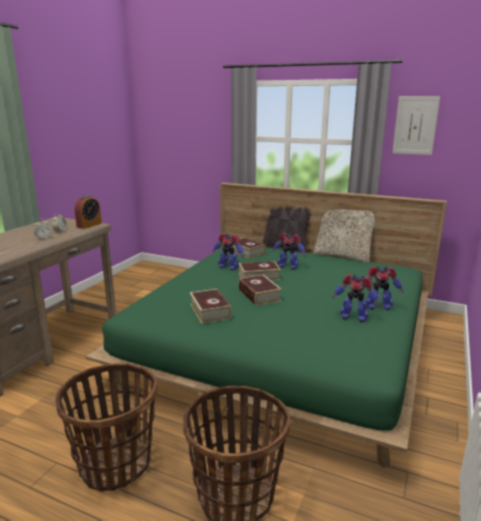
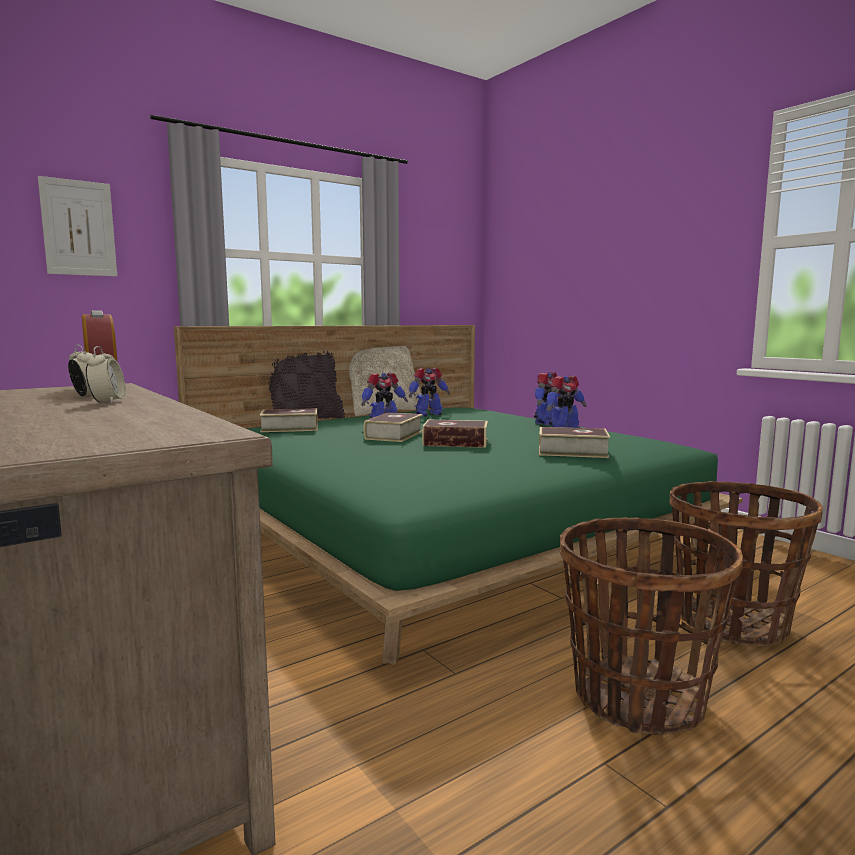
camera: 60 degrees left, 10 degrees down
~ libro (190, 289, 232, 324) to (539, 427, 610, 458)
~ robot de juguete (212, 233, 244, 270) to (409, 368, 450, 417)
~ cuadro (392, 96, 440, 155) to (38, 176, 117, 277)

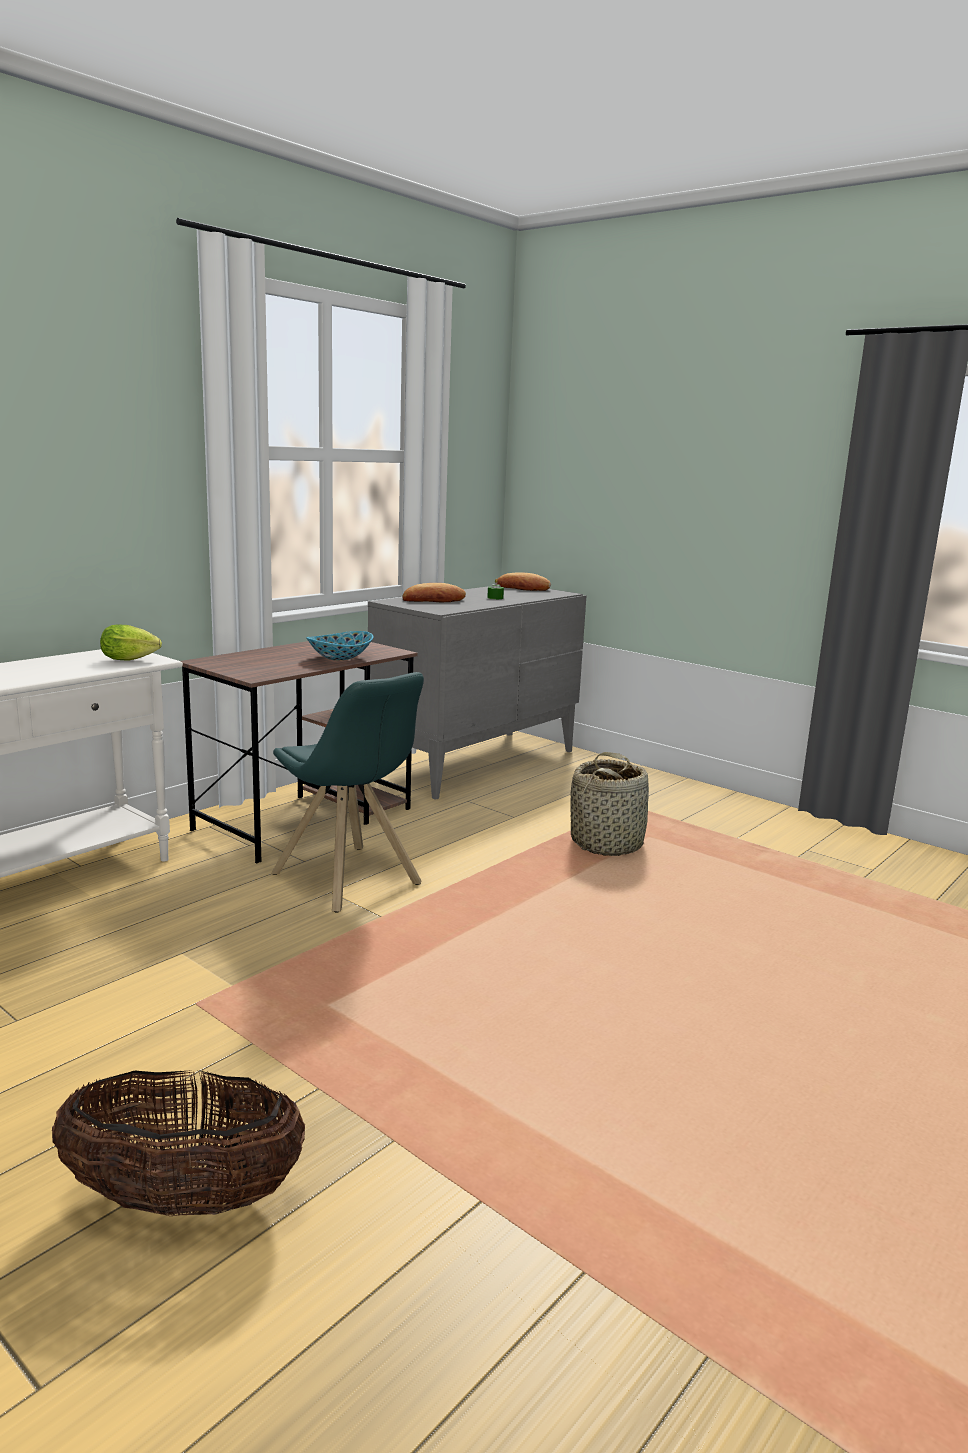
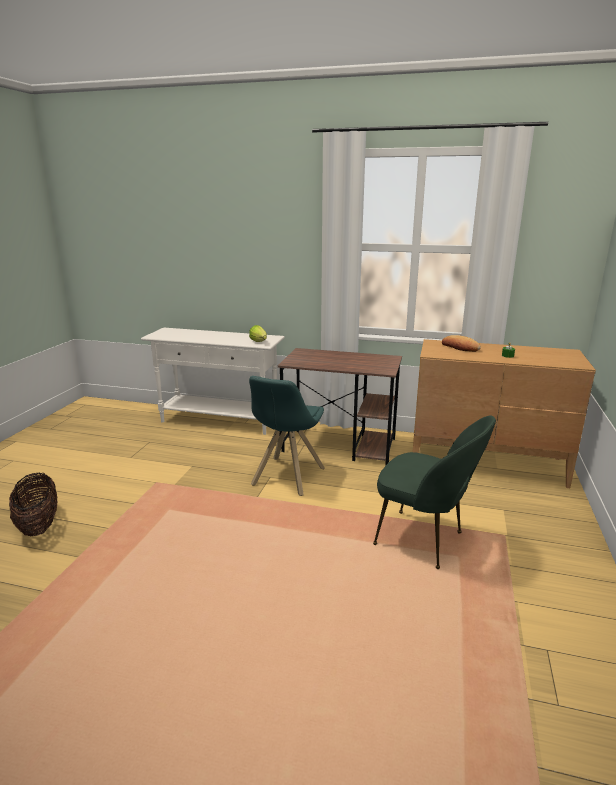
camera: 65 degrees right, 5 degrees up
- cuenco (306, 631, 374, 660)
~ armario/gris (368, 586, 587, 800) to armario/marrón (413, 339, 596, 488)
- pan (497, 572, 551, 591)
~ cesta (570, 752, 649, 856) to silla/verde (373, 415, 496, 569)

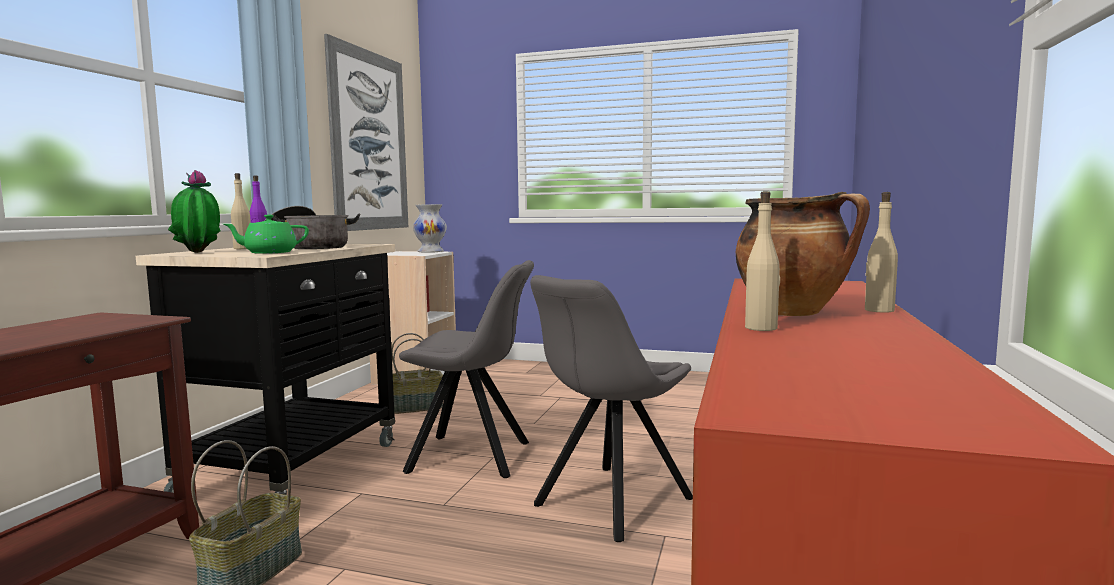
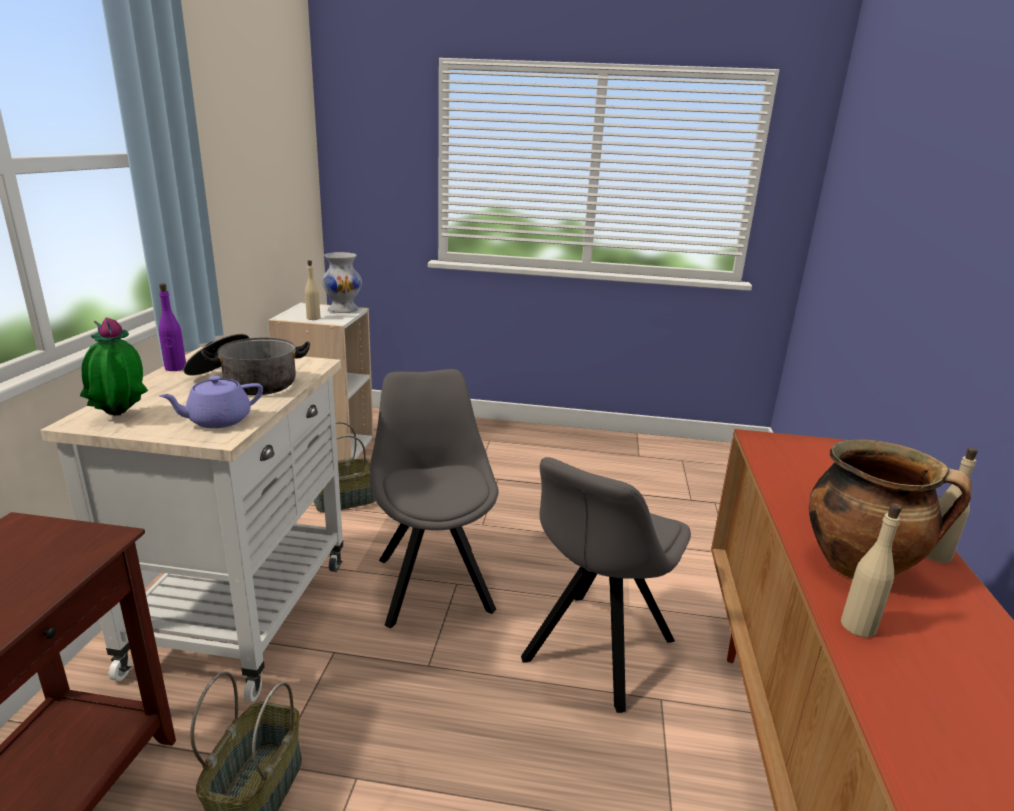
camera: 10 degrees left, 15 degrees up
~ carrito/negro (136, 244, 395, 495) to carrito/blanco (40, 347, 343, 702)
~ tetera/verde (224, 215, 309, 254) to tetera/morado (159, 376, 263, 428)
~ botella/beis (231, 173, 251, 249) to (305, 260, 321, 320)
- cuadro (324, 34, 408, 231)
~ silla/gris (399, 260, 534, 478) = (370, 369, 499, 628) 105 degrees counterclockwise

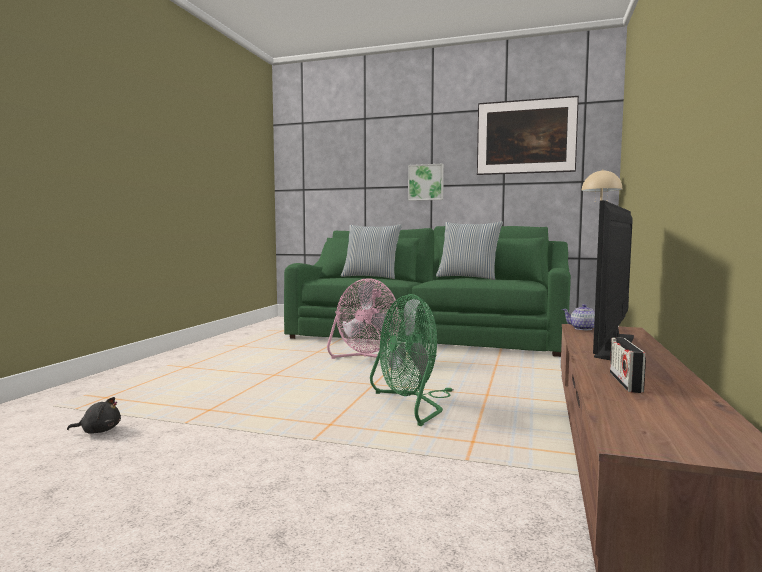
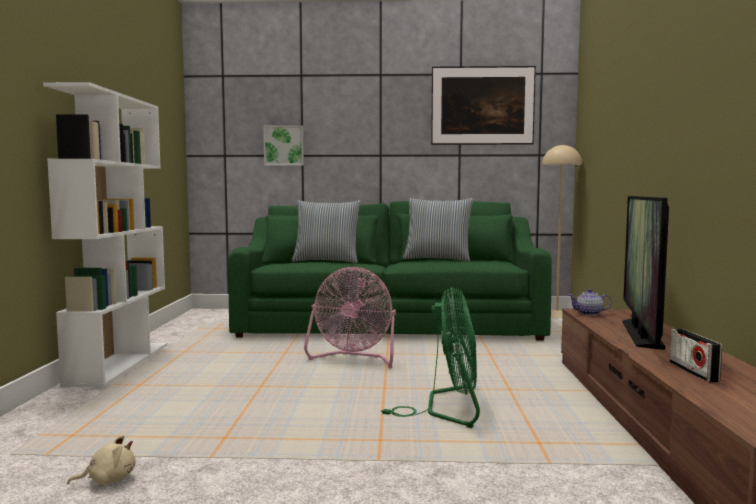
camera: 15 degrees left, 0 degrees up
~ peluche/negro (67, 397, 121, 434) to peluche/beis (67, 435, 135, 485)
~ ventilador/verde (370, 294, 454, 426) = (380, 287, 480, 428) 135 degrees counterclockwise
~ cuadro (408, 164, 444, 201) to (263, 125, 304, 166)
+ estantería/blanco (43, 82, 167, 387)

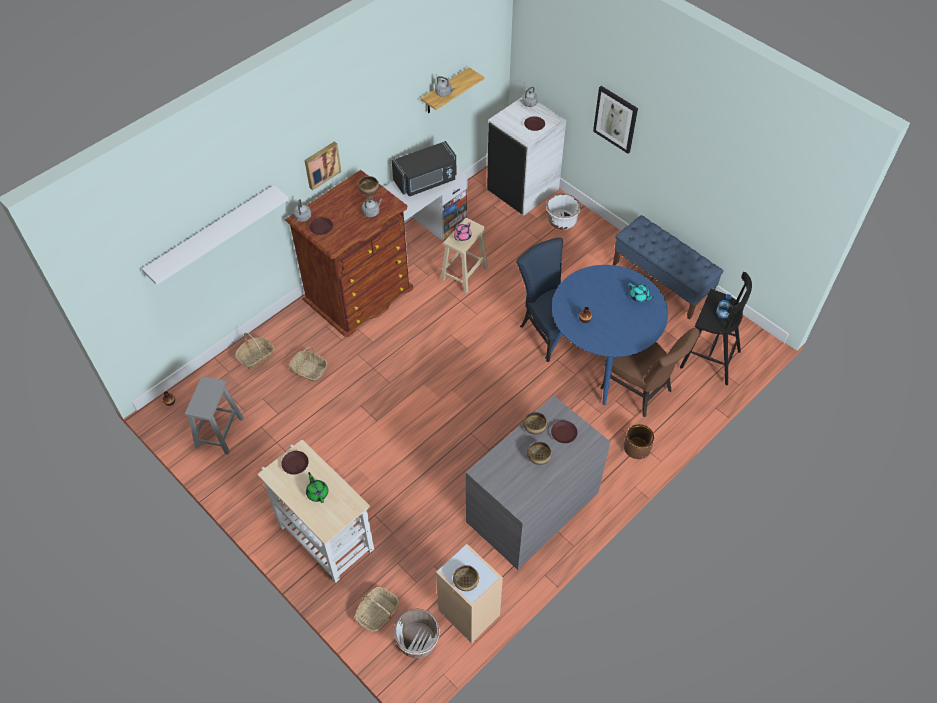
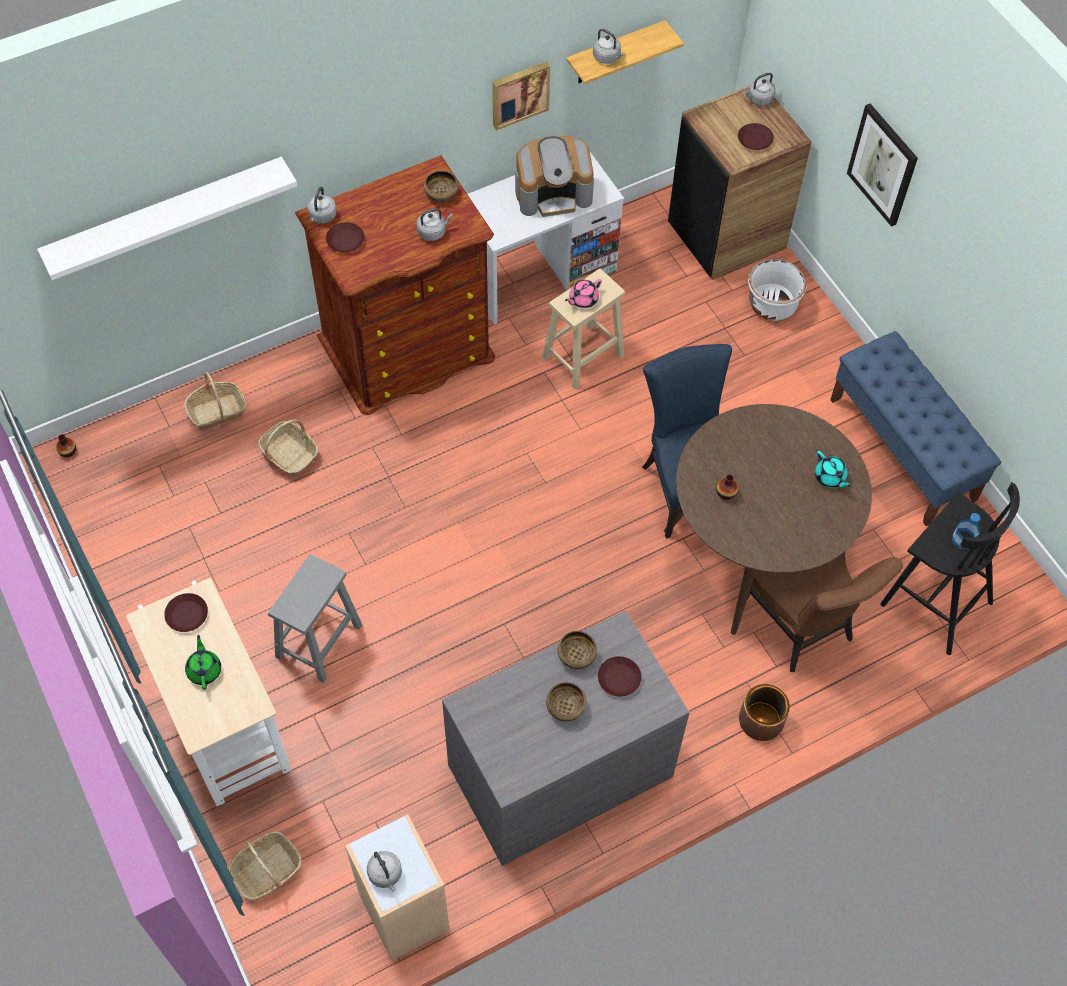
camera: 15 degrees right, 5 degrees up
~ taburete/gris (185, 376, 244, 454) to (268, 554, 362, 683)
~ cuadro (304, 141, 341, 190) to (492, 61, 550, 131)
~ microondas/negro (392, 141, 456, 197) to cafetera (515, 136, 594, 217)
- maceta/blanco (394, 608, 440, 659)
~ cuenco (453, 565, 479, 591) to hervidor/gris (367, 851, 402, 892)
~ armario/blanco (487, 97, 566, 216) to armario/marrón (668, 86, 812, 280)
~ mesa de comedor/azul (545, 265, 668, 405) to mesa de comedor/marrón (664, 404, 872, 635)

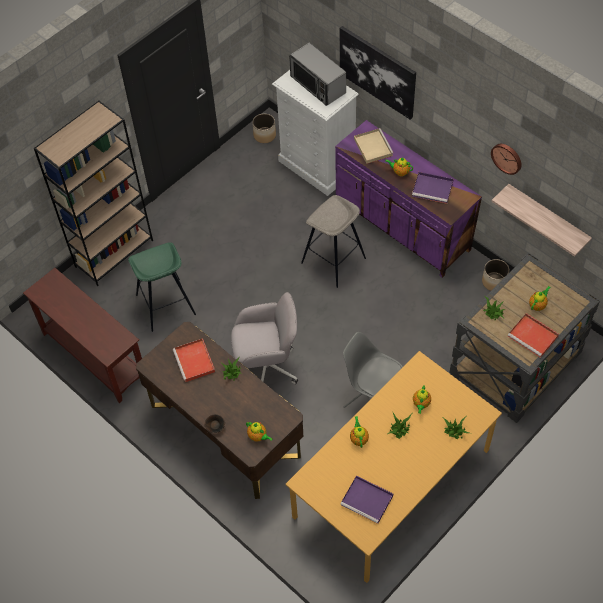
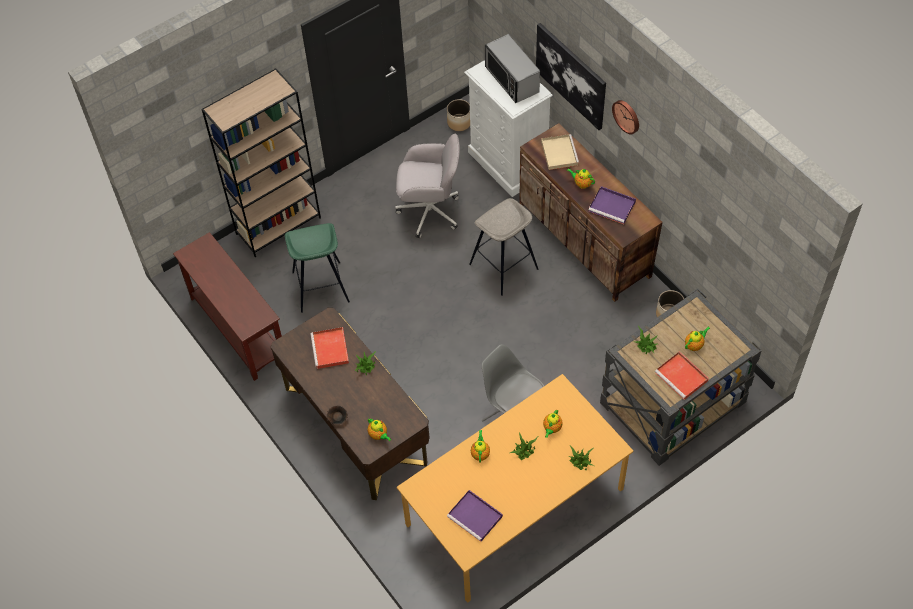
camera: 10 degrees right, 0 degrees up
~ silla de oficina/gris (231, 292, 298, 384) to (395, 134, 460, 238)
~ armario/morado (335, 120, 482, 278) to armario/marrón (519, 123, 663, 302)
~ reloj de pared (491, 144, 522, 175) to (612, 100, 639, 134)
- estante (491, 184, 592, 257)

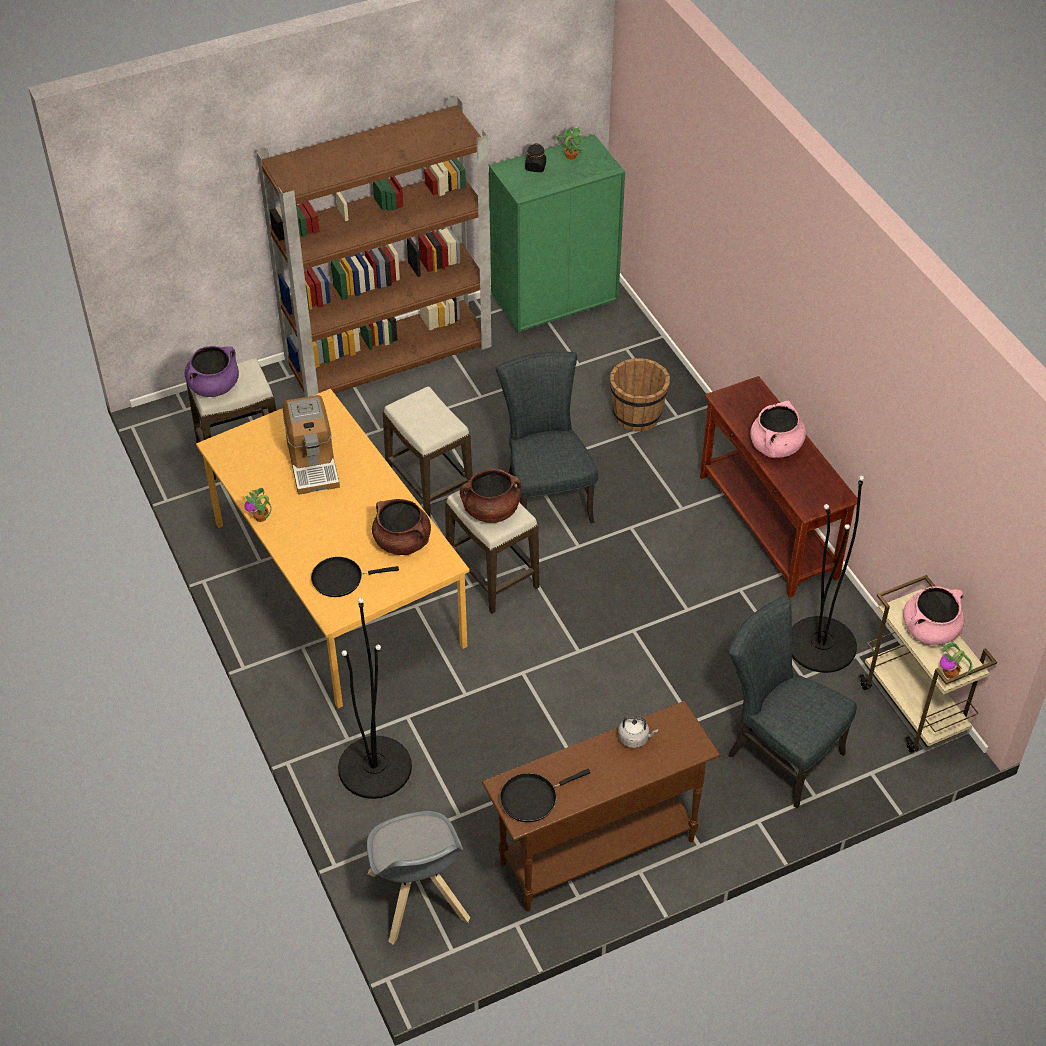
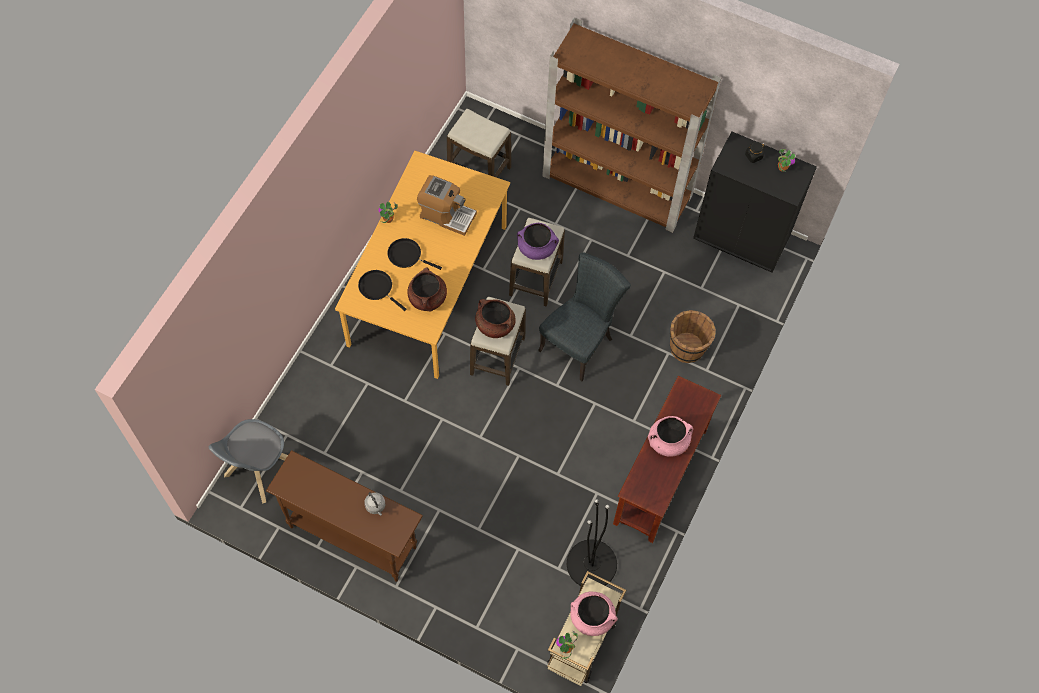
camera: 50 degrees right, 15 degrees up
~ olla/morado (185, 346, 239, 397) to (517, 223, 559, 260)
~ cafetera (283, 395, 340, 495) = (417, 175, 477, 236) 105 degrees counterclockwise
- lámpara de pie/negro (338, 598, 412, 799)
~ armario/verde (489, 134, 625, 332) to armario/negro (693, 131, 817, 272)
~ sartén/negro (500, 769, 591, 822) to (387, 238, 442, 270)
- silla/gris (728, 596, 857, 808)

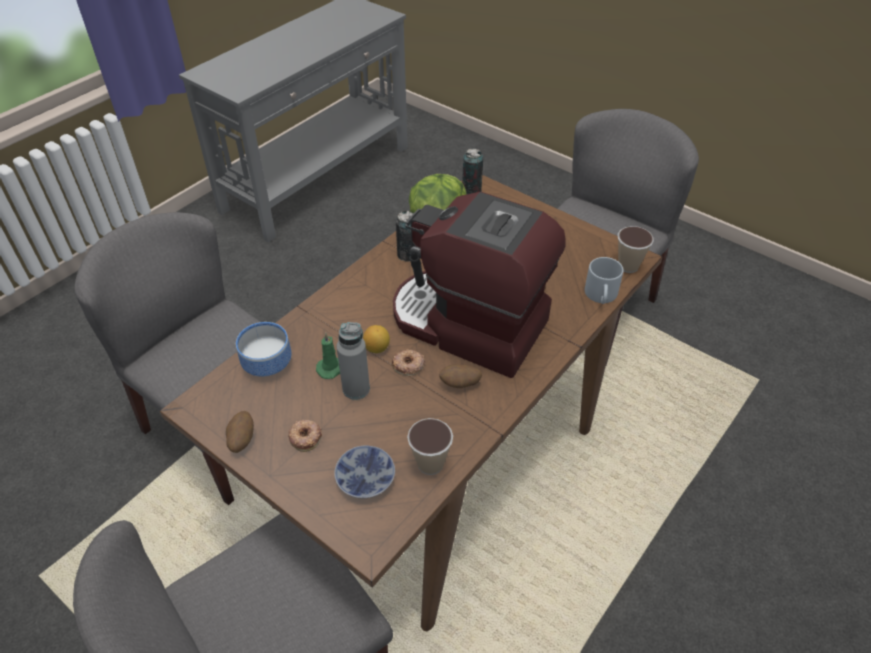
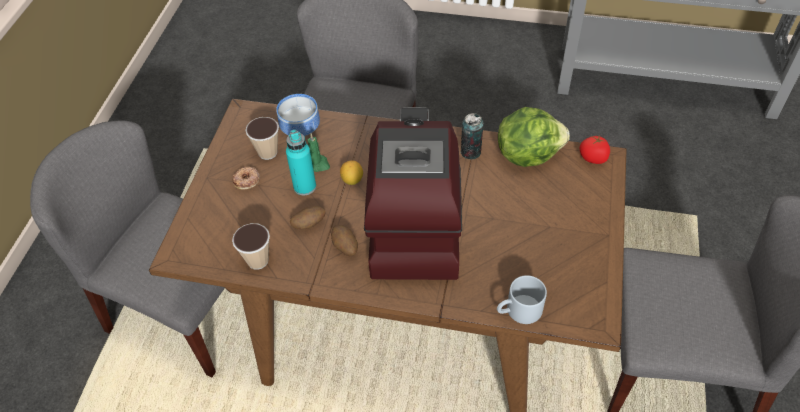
camera: 65 degrees right, 5 degrees up
~ patata (226, 411, 254, 453) to (290, 206, 326, 229)
- cuenco (334, 445, 395, 498)
~ botella/gris (336, 322, 370, 400) to botella/turquesa (286, 130, 316, 196)
- rosquilla (392, 349, 425, 376)
~ lata (462, 149, 483, 194) to tomate (580, 134, 610, 164)
~ taza (618, 226, 654, 273) to (245, 117, 279, 160)

